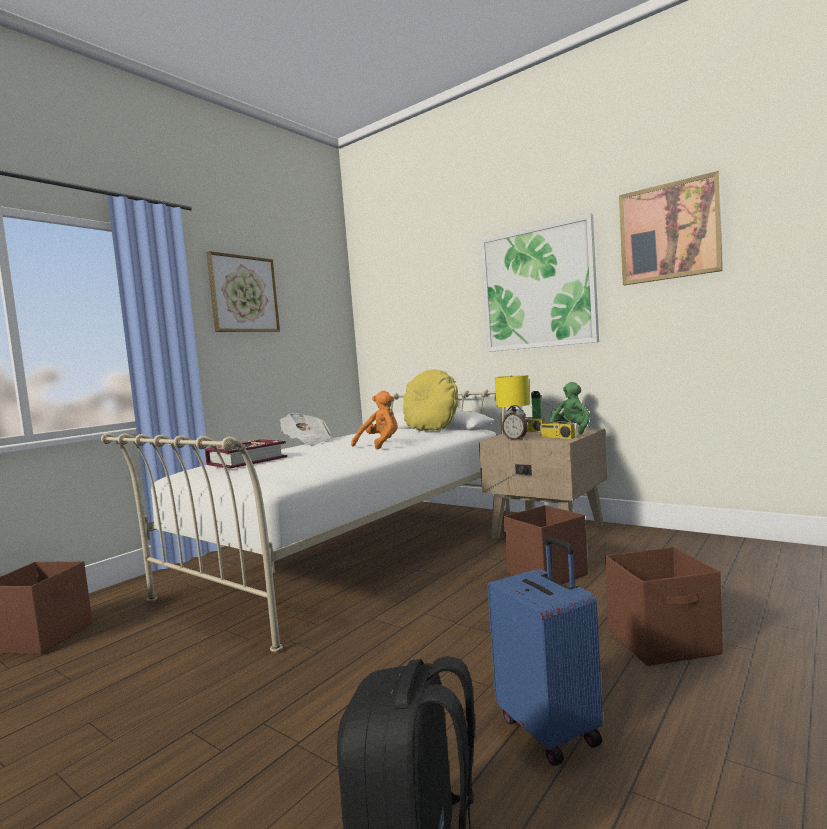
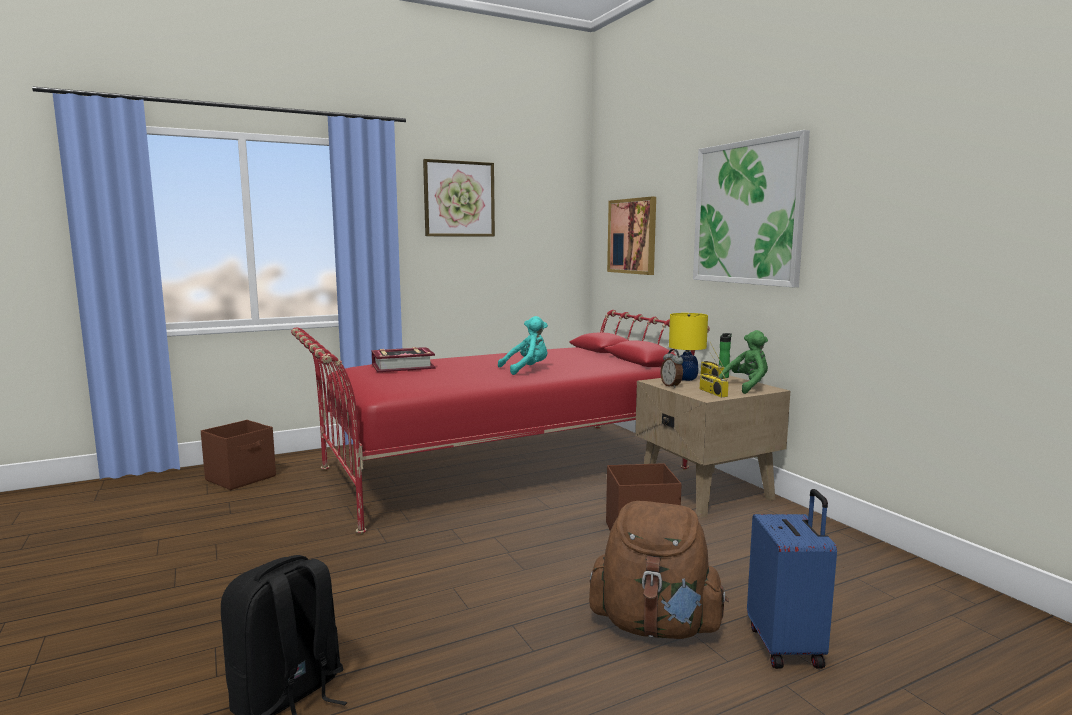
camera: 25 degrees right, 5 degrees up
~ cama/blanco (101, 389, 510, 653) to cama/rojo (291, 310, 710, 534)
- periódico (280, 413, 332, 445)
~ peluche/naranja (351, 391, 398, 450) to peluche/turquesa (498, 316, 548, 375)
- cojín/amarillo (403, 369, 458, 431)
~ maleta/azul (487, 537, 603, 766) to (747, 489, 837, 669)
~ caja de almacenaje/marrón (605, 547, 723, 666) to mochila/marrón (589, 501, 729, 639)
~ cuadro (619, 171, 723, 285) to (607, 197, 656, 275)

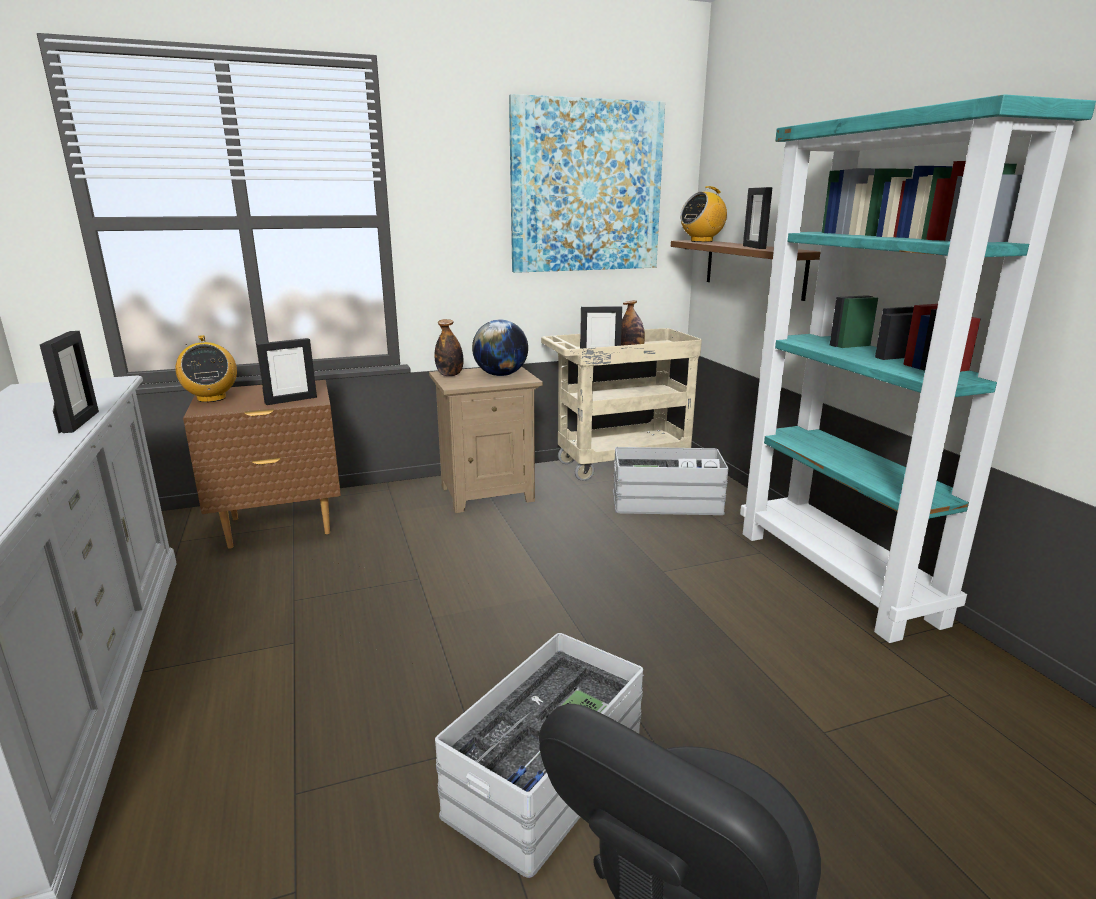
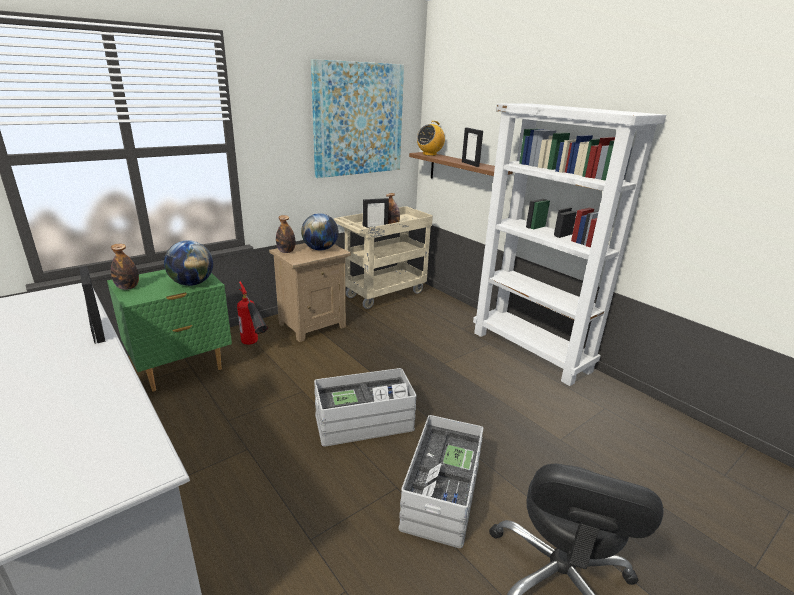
camera: 20 degrees left, 5 degrees up
~ radio (175, 335, 237, 402) to botella (111, 244, 139, 290)
~ mesita de noche/marrón (183, 380, 341, 549) to mesita de noche/verde (107, 269, 232, 392)
~ portarretratos (256, 338, 317, 405) to globo terráqueo (164, 240, 213, 286)
~ caja de almacenaje/gris (613, 447, 729, 515) to (314, 368, 417, 447)
~ estantería/turquesa (740, 94, 1096, 643) to estantería/blanco (473, 103, 666, 386)
+ extintor (237, 281, 268, 345)

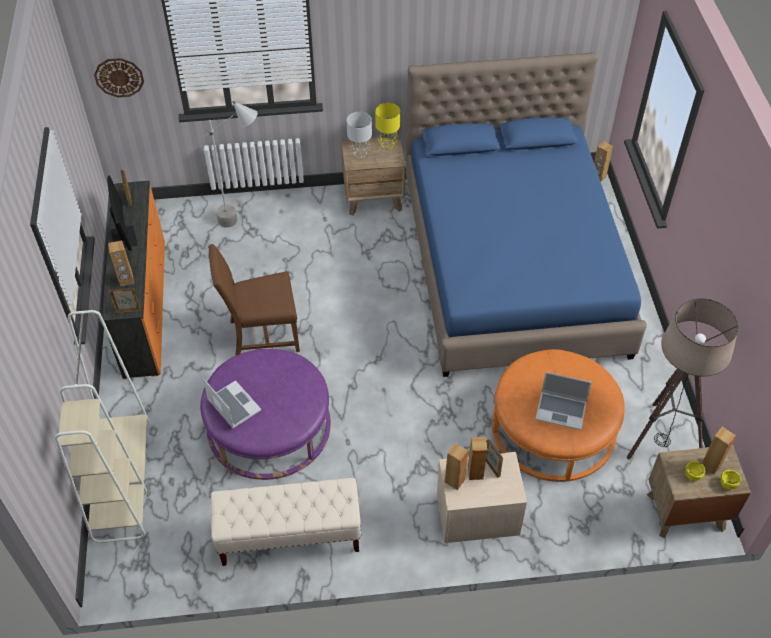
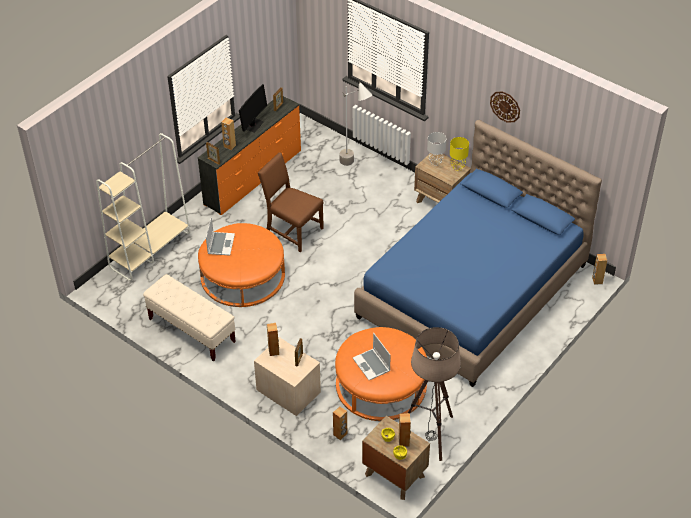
camera: 45 degrees right, 5 degrees down
~ reloj de pared (94, 58, 144, 97) to (490, 91, 520, 123)
~ puf/morado (200, 349, 331, 480) to puf/naranja (198, 223, 285, 307)
~ altavoz/marrón (468, 437, 487, 480) to (333, 406, 347, 440)

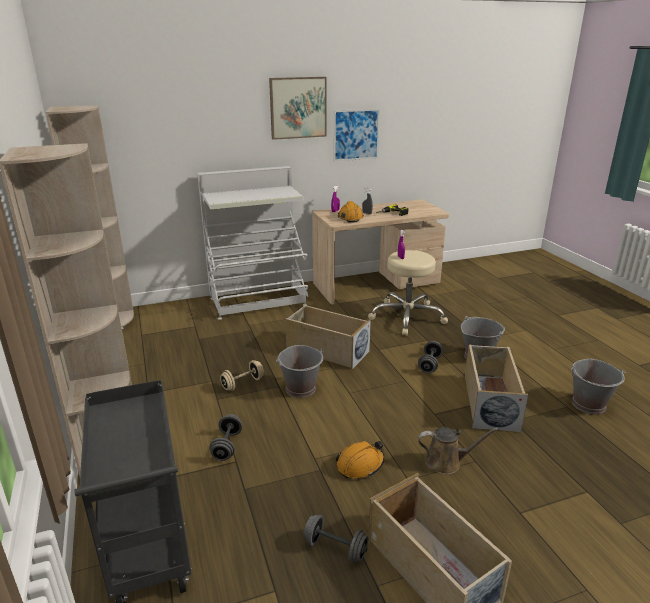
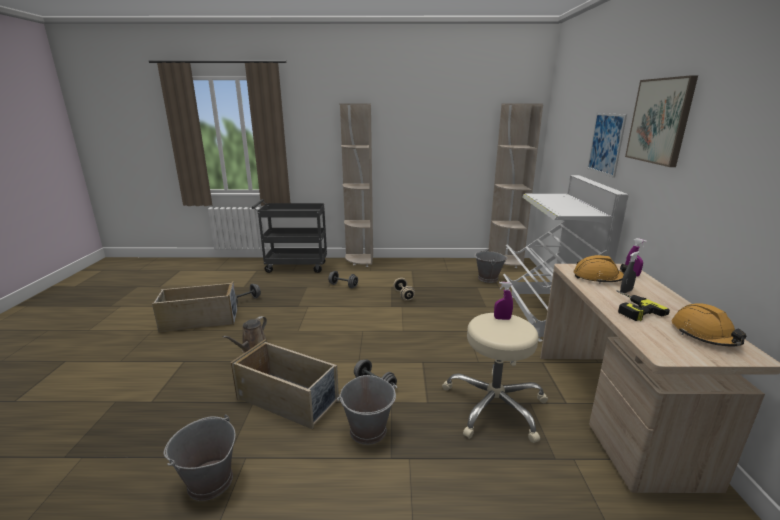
camera: 110 degrees right, 5 degrees down
~ cubo/gris (276, 345, 324, 398) to (474, 248, 507, 283)
- caja de almacenaje/beis (285, 305, 371, 370)
~ cuadro (333, 108, 380, 161) to (587, 113, 627, 178)
~ casco/naranja (336, 441, 385, 478) to (672, 303, 747, 346)

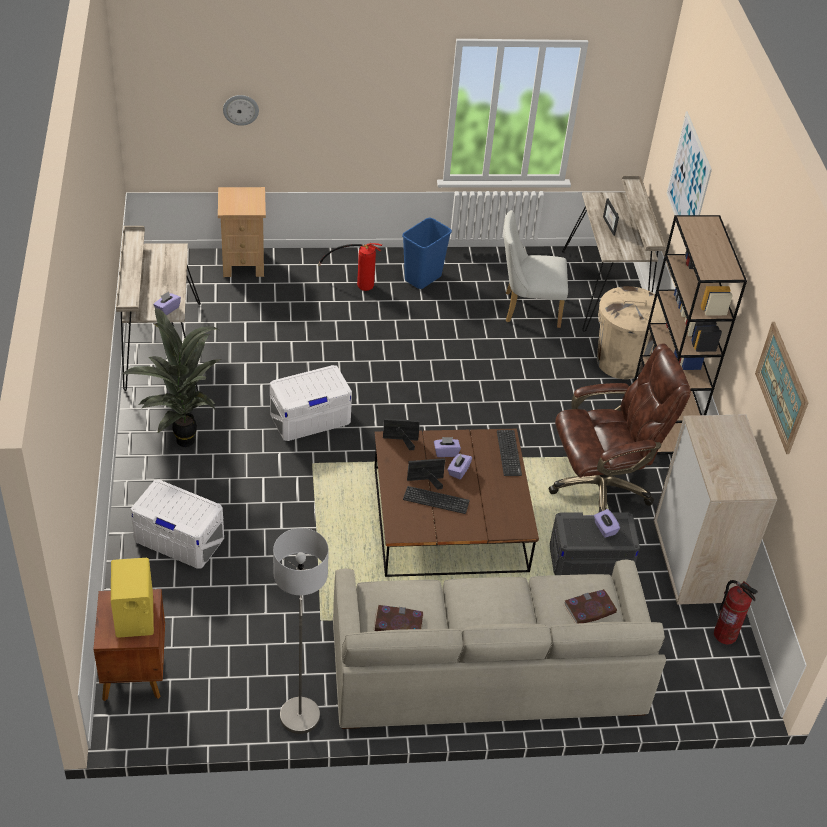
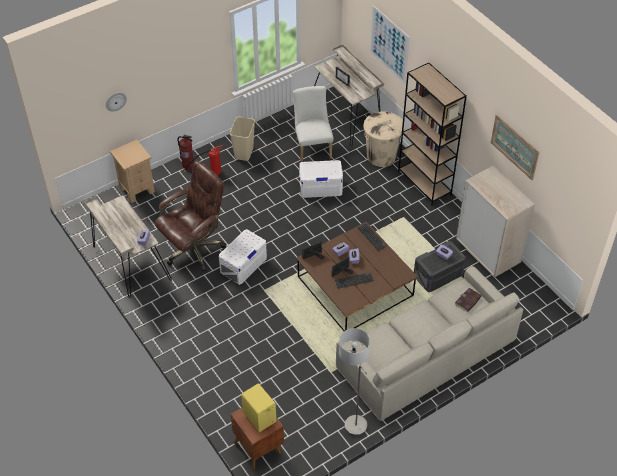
camera: 25 degrees left, 5 degrees up
- planta en maceta (122, 307, 221, 447)
~ caja de almacenaje/blanco (131, 480, 224, 569) to (299, 160, 343, 198)
- libro (374, 605, 424, 631)
~ papelera/azul (402, 218, 452, 289) to papelera/beis (230, 117, 255, 161)
~ silla/blanco (503, 210, 568, 328) = (293, 86, 333, 162) 105 degrees clockwise
~ silla de oficina/marrón (549, 343, 691, 512) to (155, 161, 226, 271)
~ extintor (714, 580, 758, 645) to (177, 135, 194, 169)

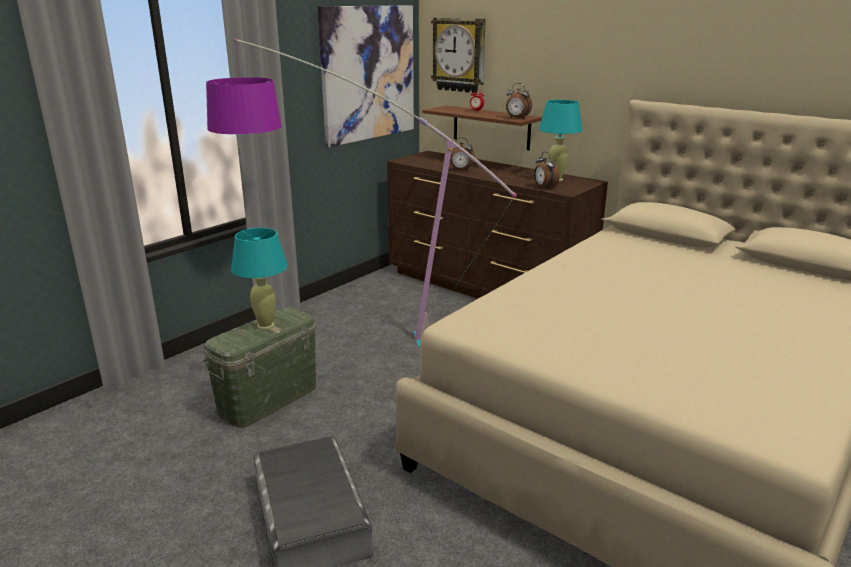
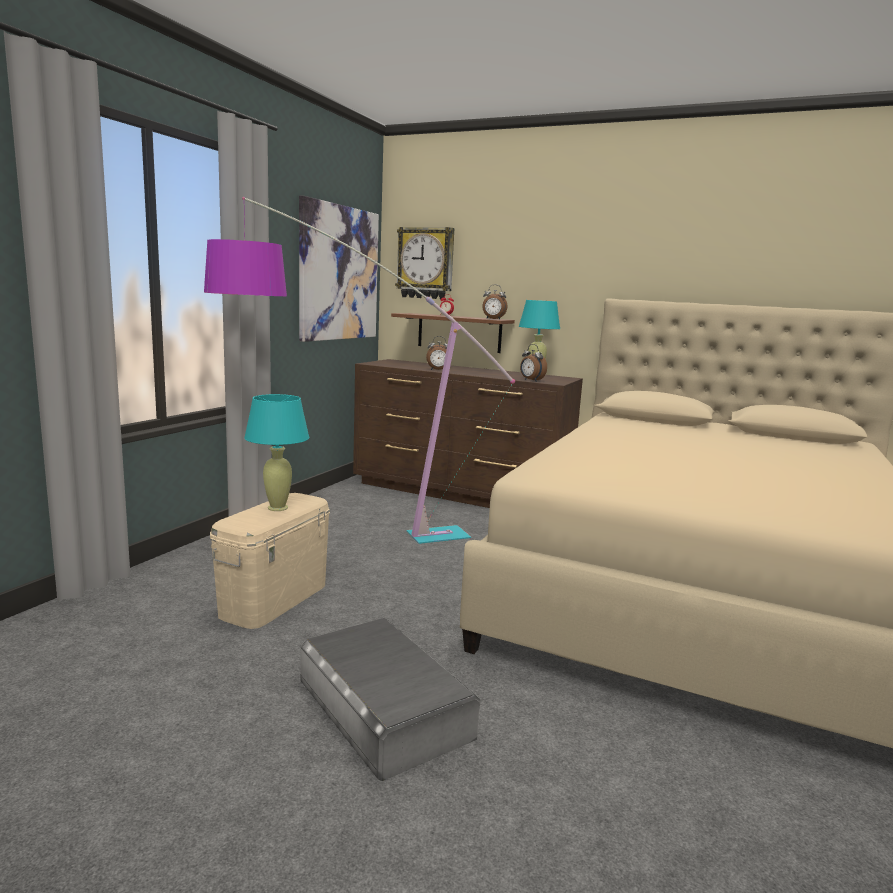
camera: 15 degrees left, 10 degrees down
~ caja de almacenaje/verde (203, 307, 316, 428) to caja de almacenaje/beis (210, 493, 330, 629)

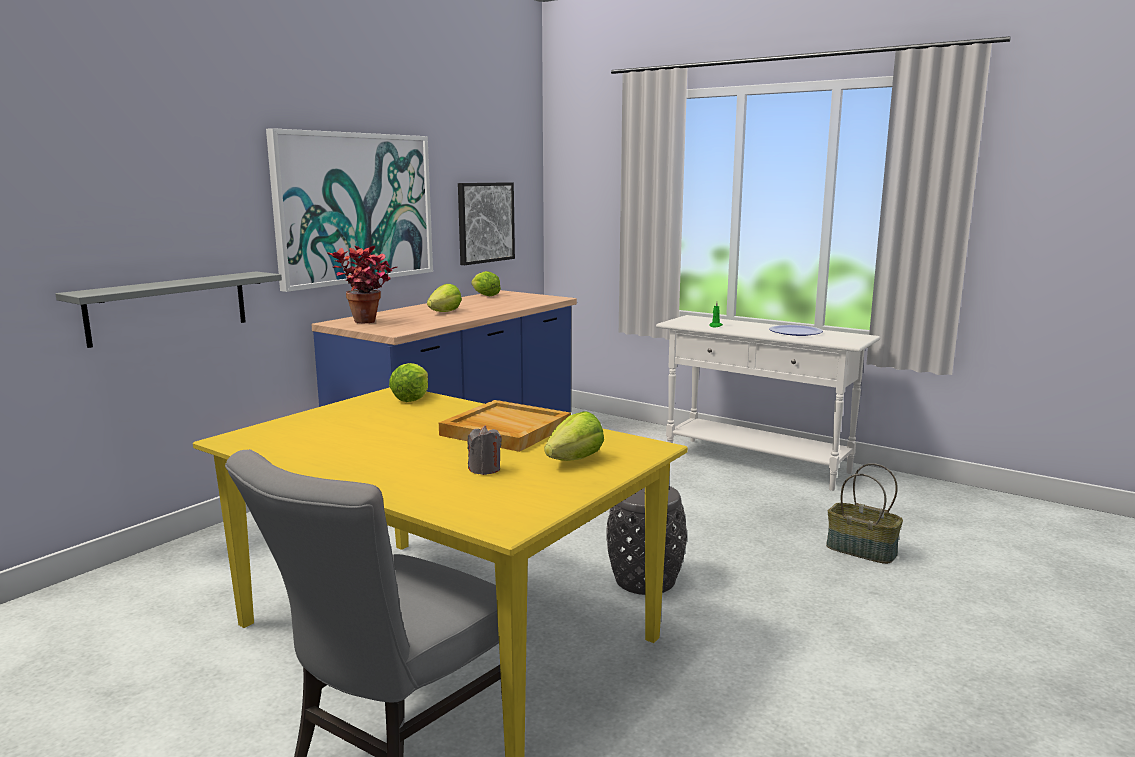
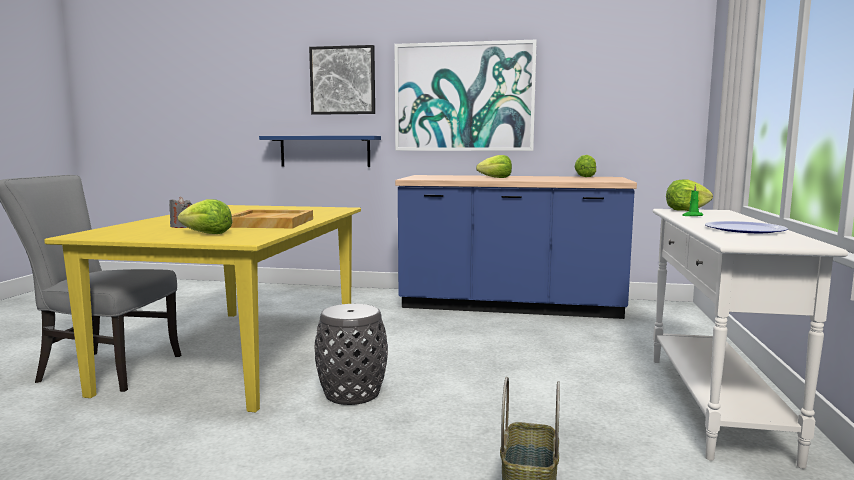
camera: 65 degrees right, 5 degrees down
~ estante/gris (56, 271, 282, 348) to estante/azul (259, 136, 381, 167)
- planta en maceta (328, 245, 397, 323)
~ lechuga (389, 363, 428, 402) to (666, 179, 713, 211)
~ cuadro (458, 182, 515, 265) to (309, 45, 375, 115)

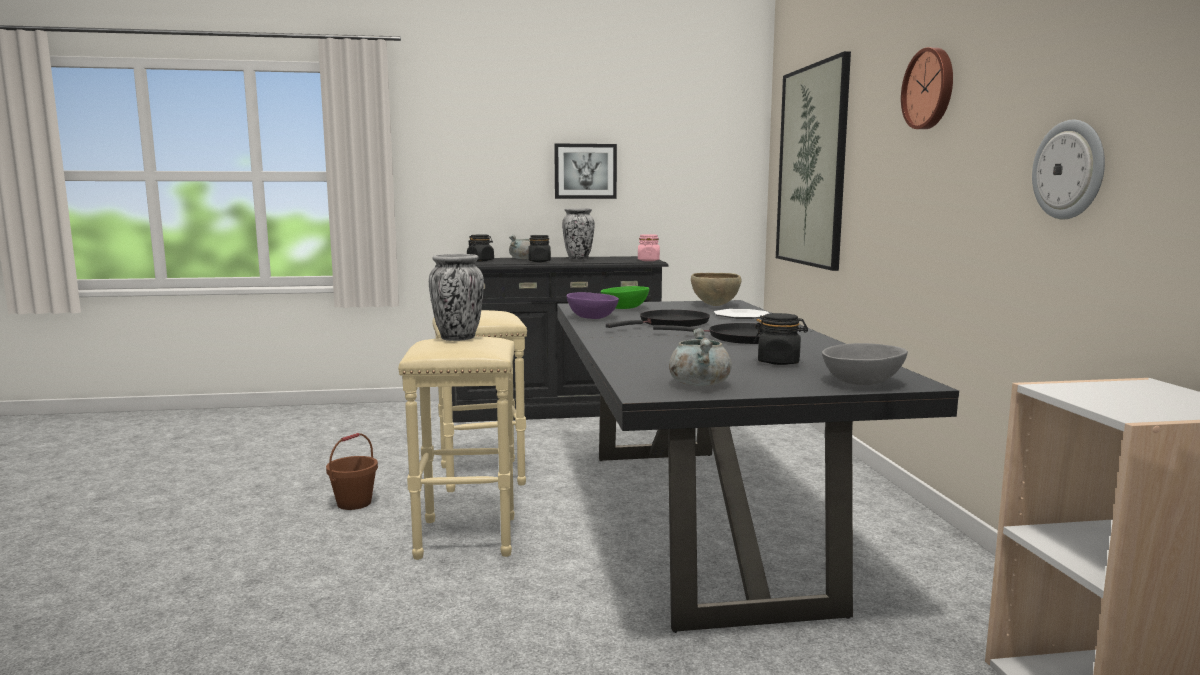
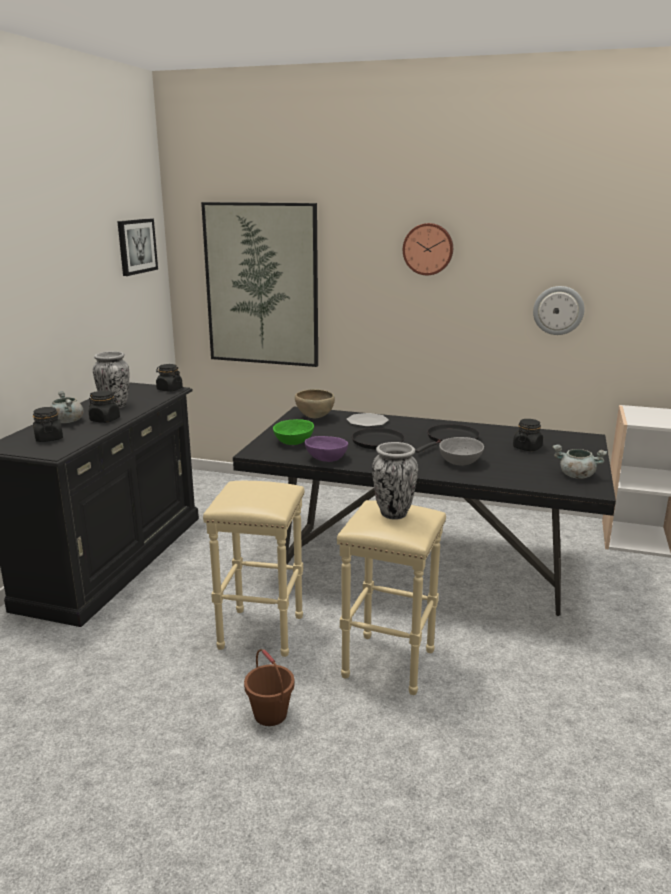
camera: 65 degrees left, 10 degrees up
~ cuadro (554, 143, 617, 199) to (117, 218, 158, 276)
~ tarro/rosa (638, 234, 660, 261) to tarro/negro (156, 364, 183, 392)
~ cuenco/gris (822, 343, 908, 385) to (439, 437, 484, 465)

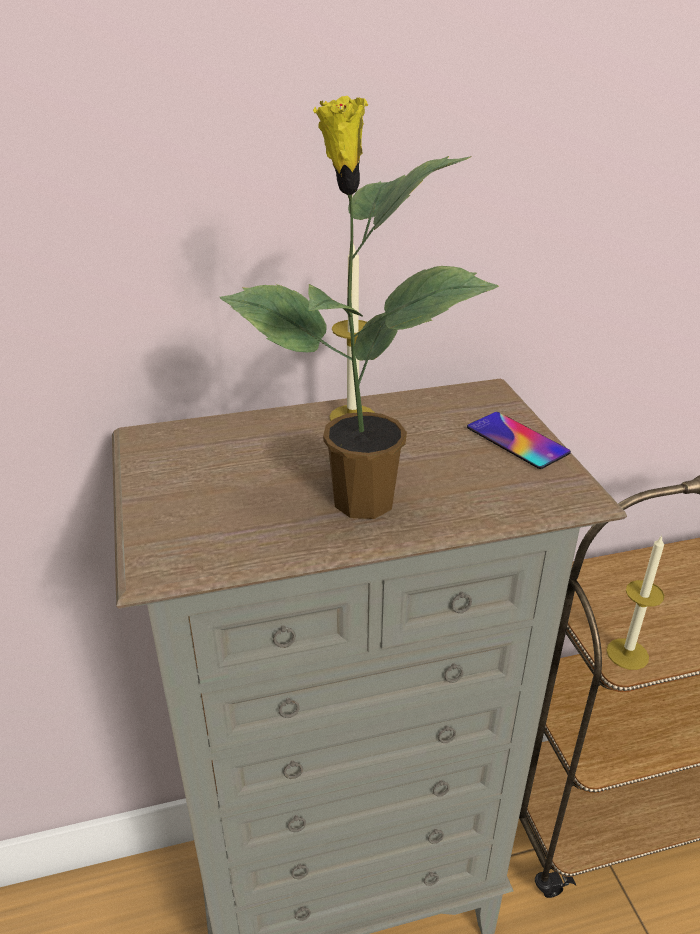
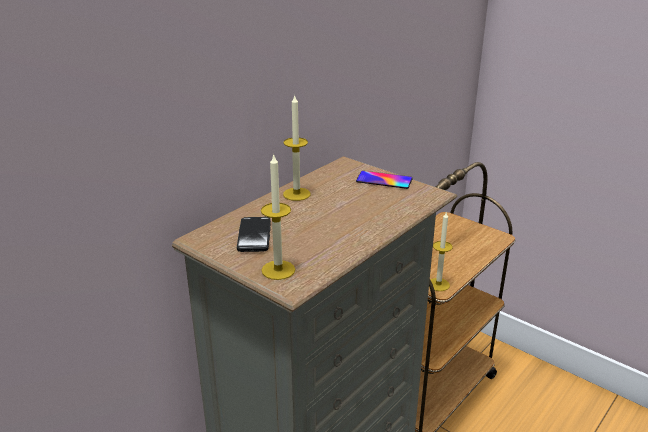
camera: 35 degrees left, 5 degrees down
- planta en maceta (220, 96, 499, 519)
+ móvil (237, 217, 271, 252)
+ vela (261, 153, 295, 280)

